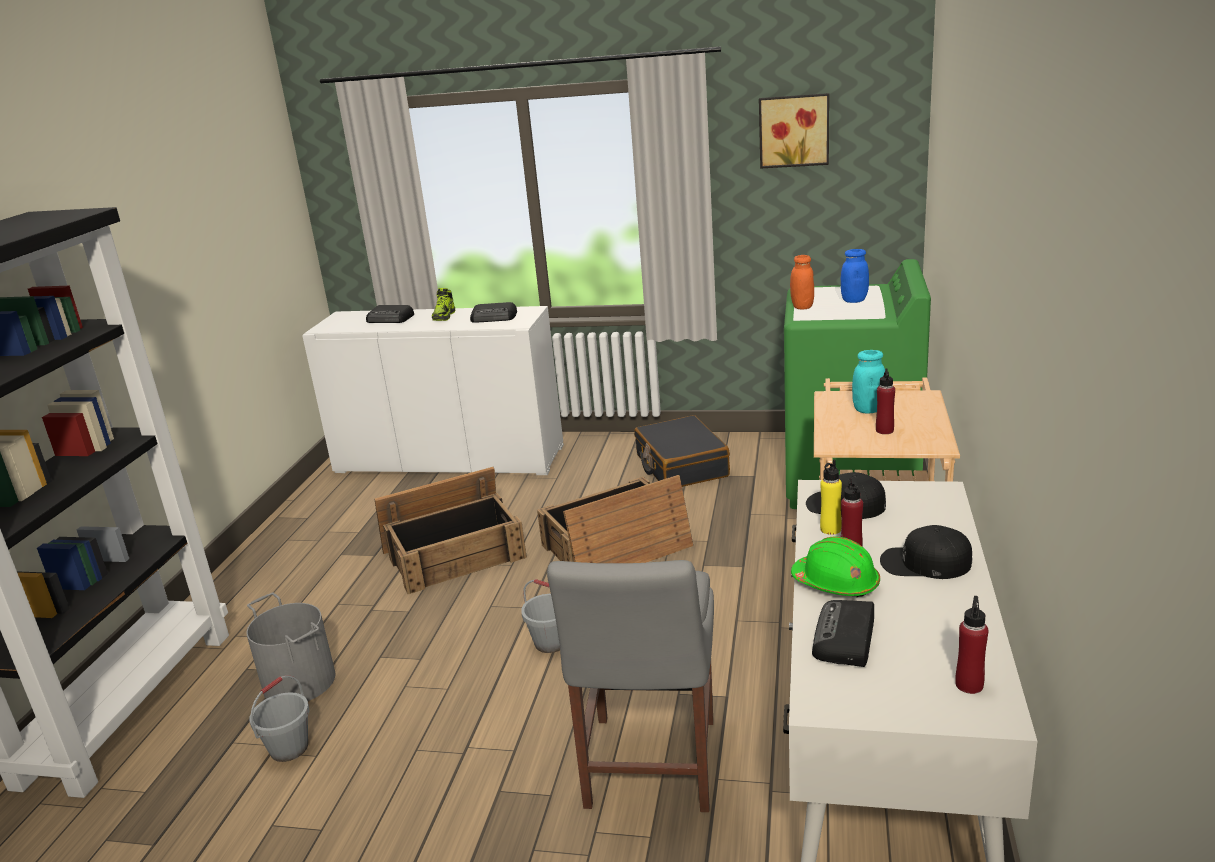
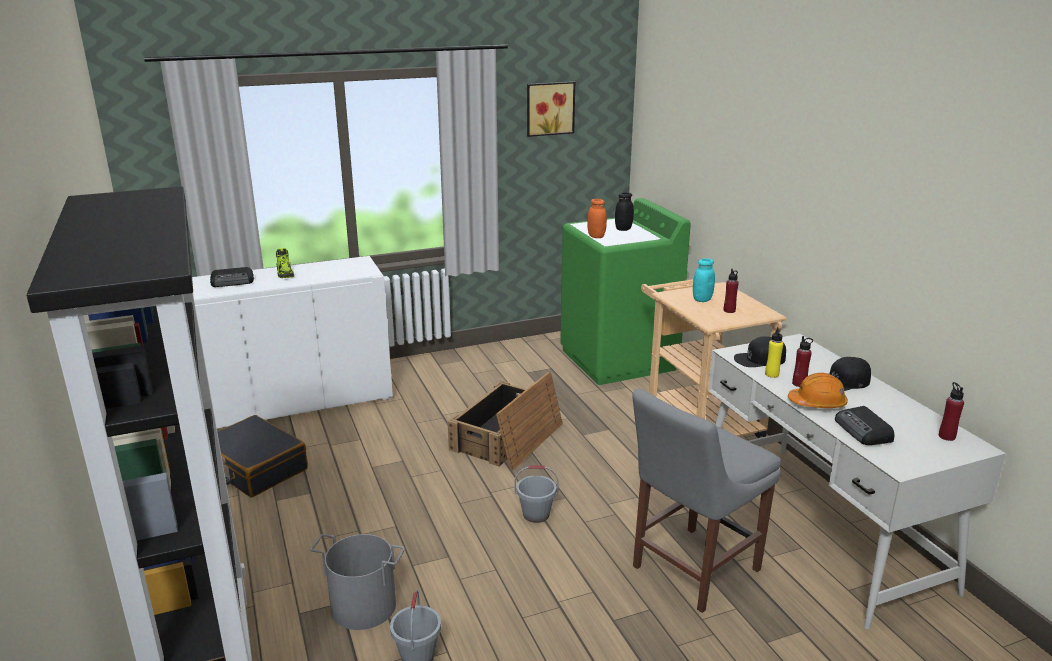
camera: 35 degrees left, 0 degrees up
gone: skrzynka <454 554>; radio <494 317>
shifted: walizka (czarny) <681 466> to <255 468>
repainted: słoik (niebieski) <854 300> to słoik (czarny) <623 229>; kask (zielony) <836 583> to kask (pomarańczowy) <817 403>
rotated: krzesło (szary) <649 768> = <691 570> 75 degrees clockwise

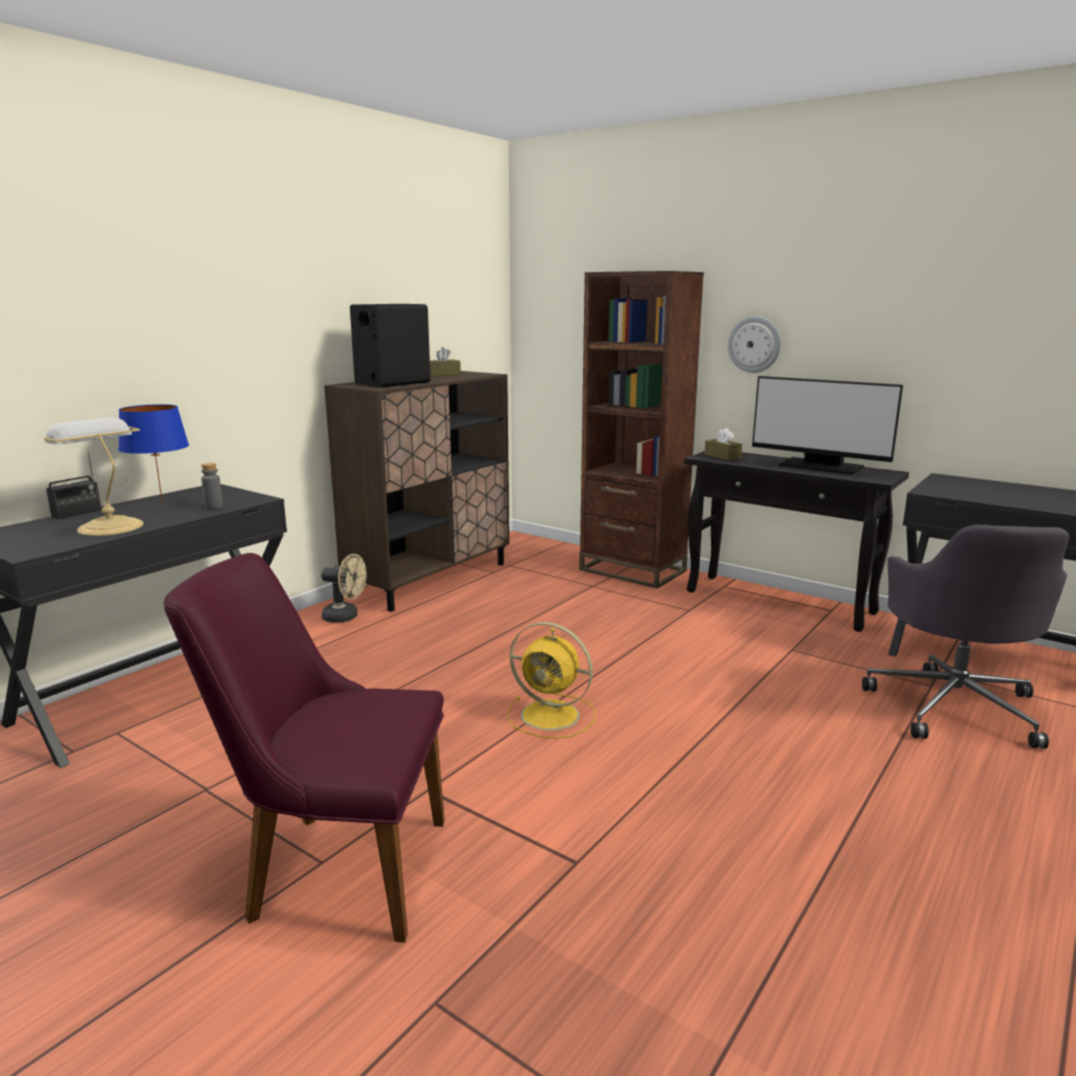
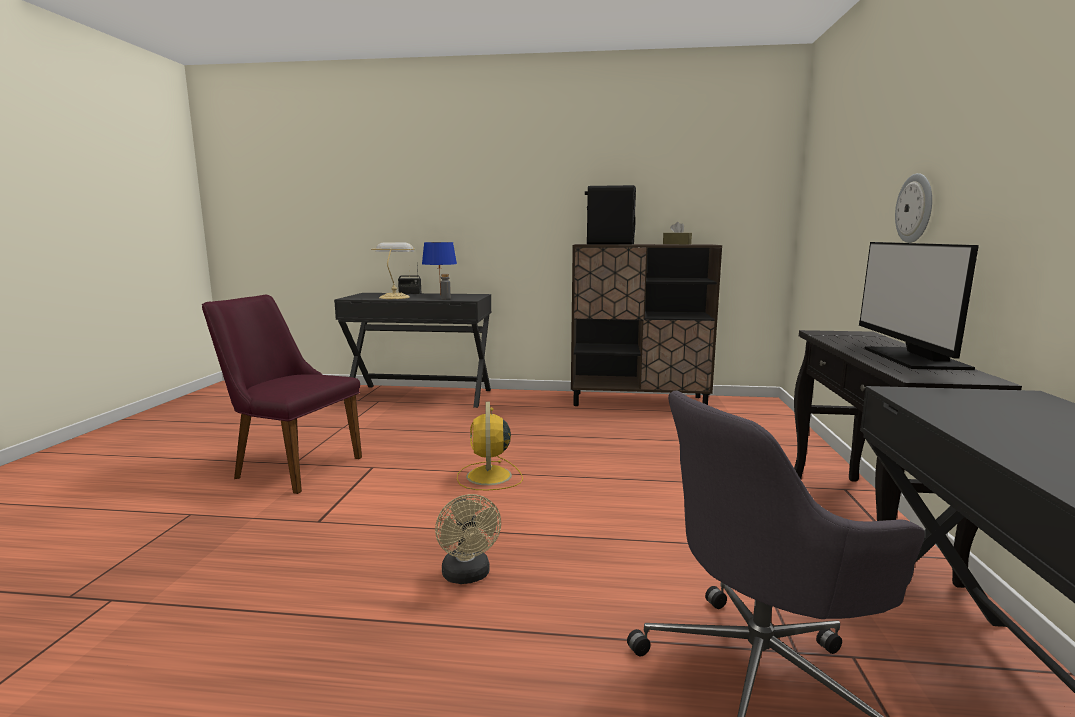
camera: 60 degrees right, 5 degrees down
gone: regał (brązowy) <632 570>; pudełko chusteczek (brązowy) <722 456>
shifted: wentylator (beżowy) <346 617> to <467 576>
rotated: krzesło (fioletowy) <331 868> = <289 466> 45 degrees counterclockwise

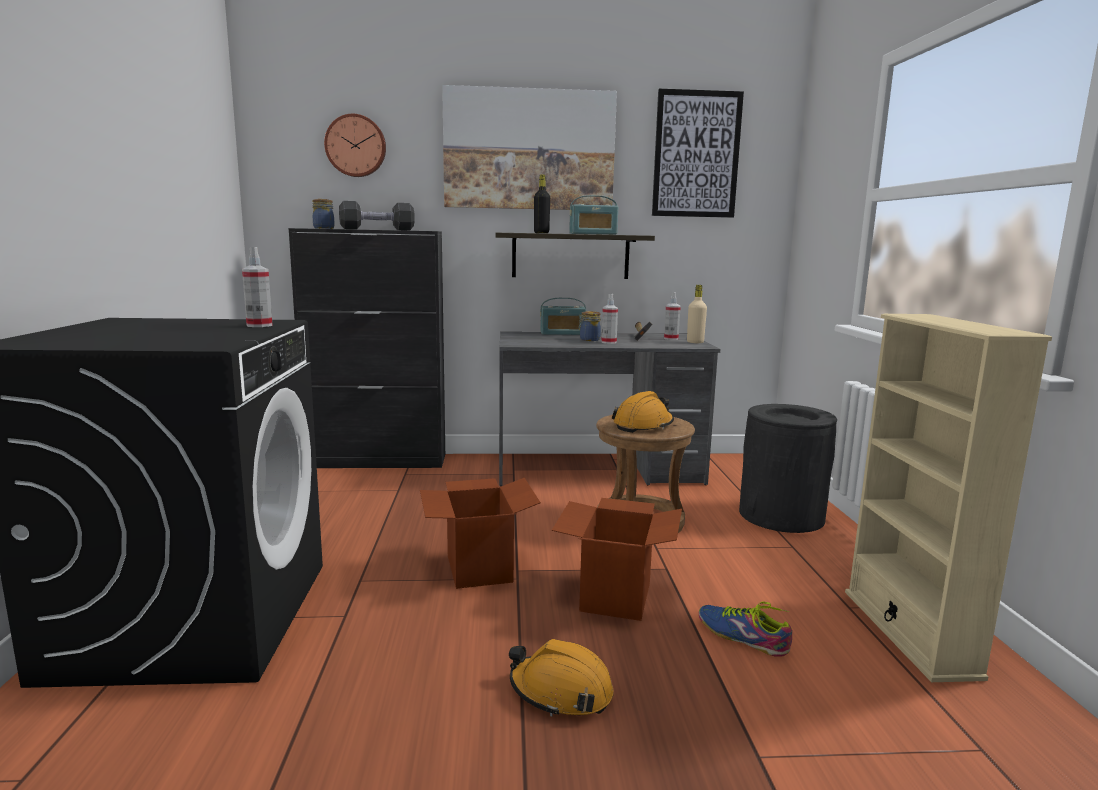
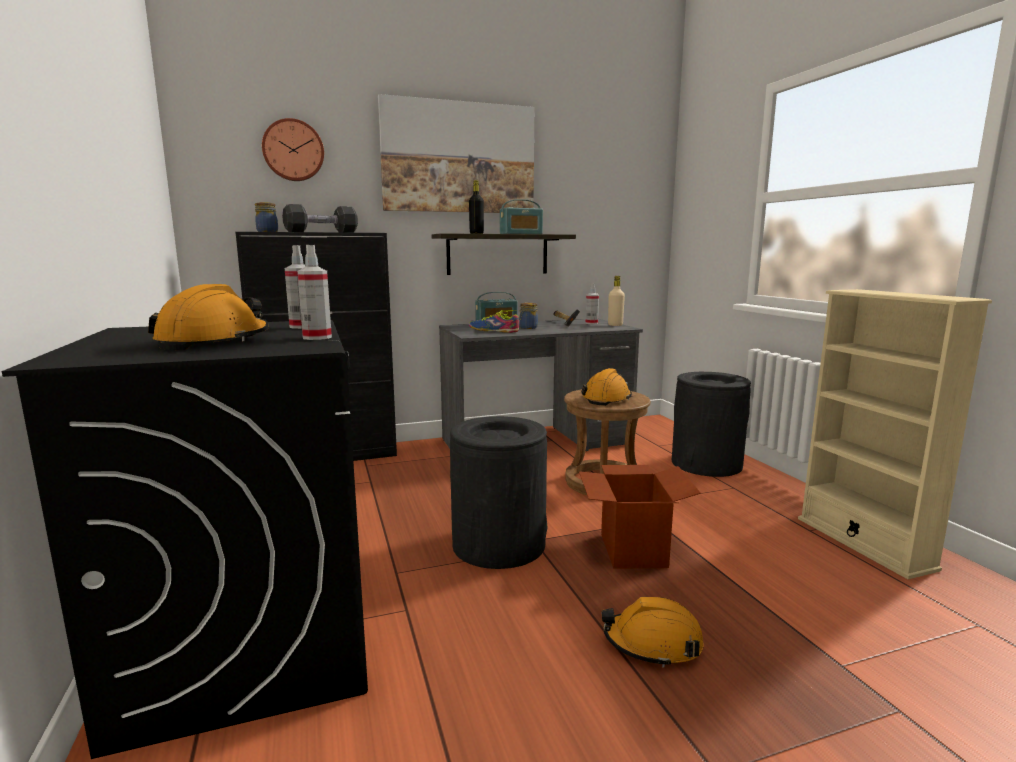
camera: 15 degrees left, 0 degrees up
gone: obraz <696 154>
new: kask (pomarańczowy) <215 341>
shifted: spryskiwacz <609 342> to <317 337>; but <742 637> to <493 330>
swapped: karton <478 568> to kosz na śmieci (czarny) <499 544>

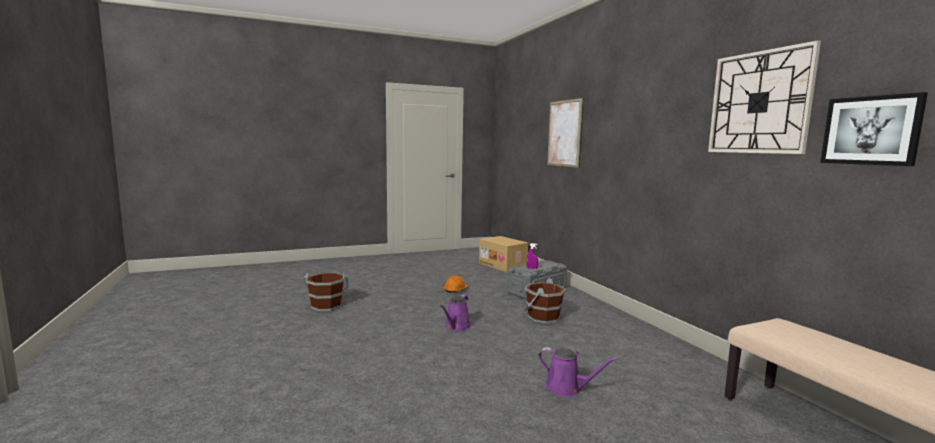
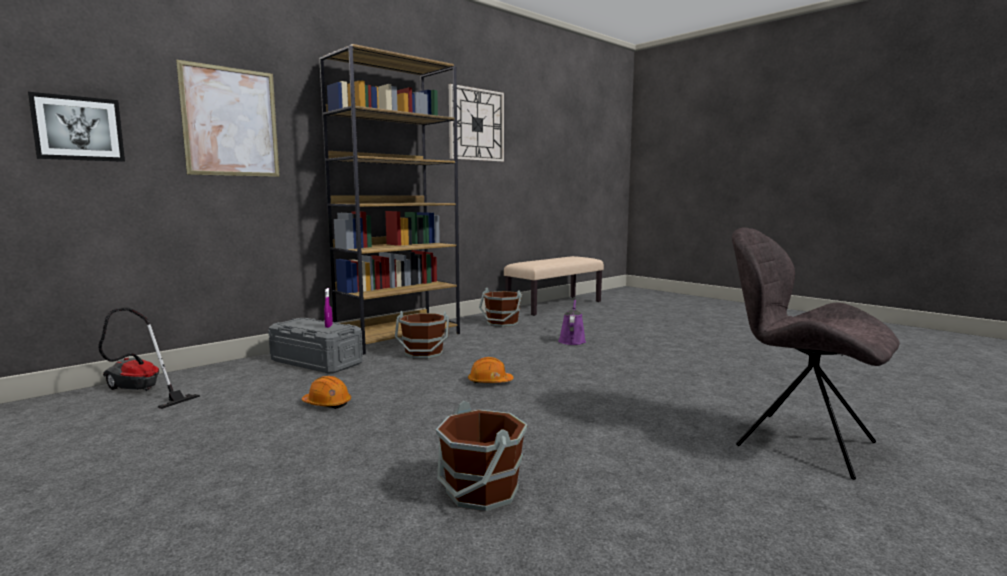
camera: 110 degrees left, 0 degrees up
new: regał (brązowy) <399 337>; wiadro (brązowy) <502 323>; krzesło (szary) <799 442>
shifted: obraz <871 130> to <78 128>
swapped: karton <503 265> to odkurzacz <140 392>; konewka (fioletowy) <456 327> to kask (pomarańczowy) <489 382>

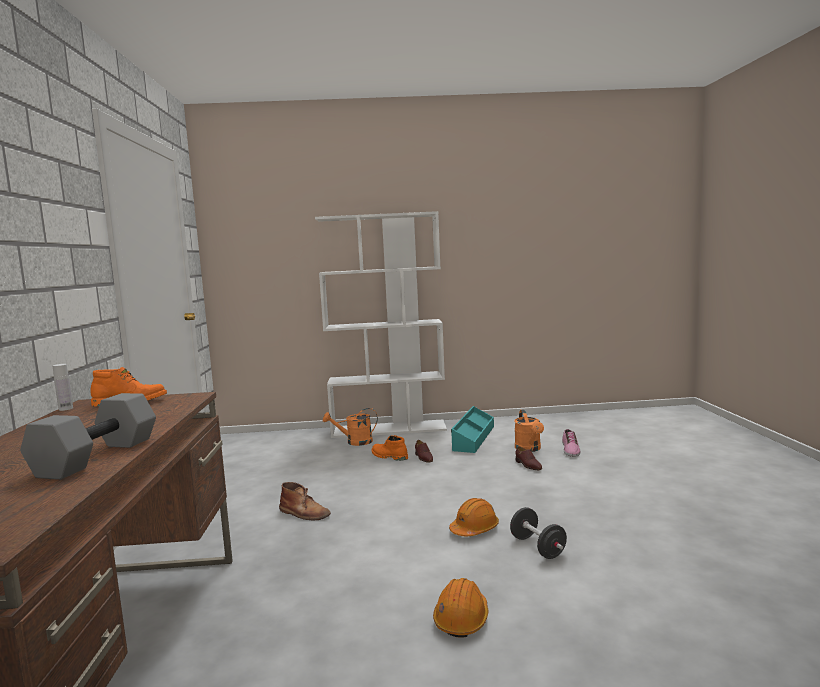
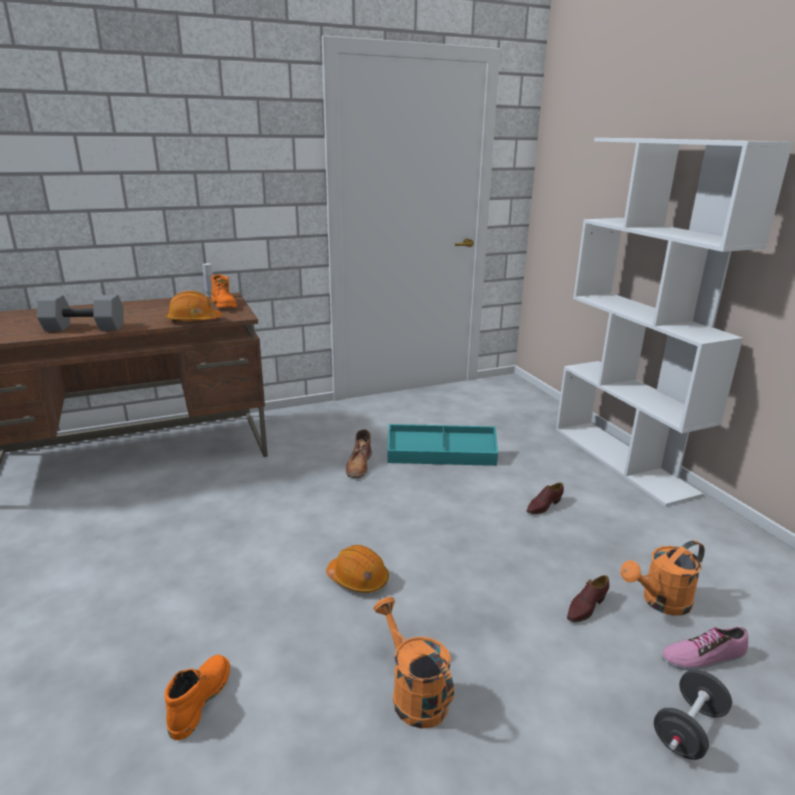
camera: 70 degrees right, 15 degrees up
shifted: but z cholewką (pomarańczowy) <389 456> to <199 699>; kask (pomarańczowy) <461 619> to <194 320>; konewka (pomarańczowy) <354 442> to <413 693>; pojemnik do przechowywania (turkusowy) <473 438> to <441 456>; hantel (czarny) <537 547> to <688 730>

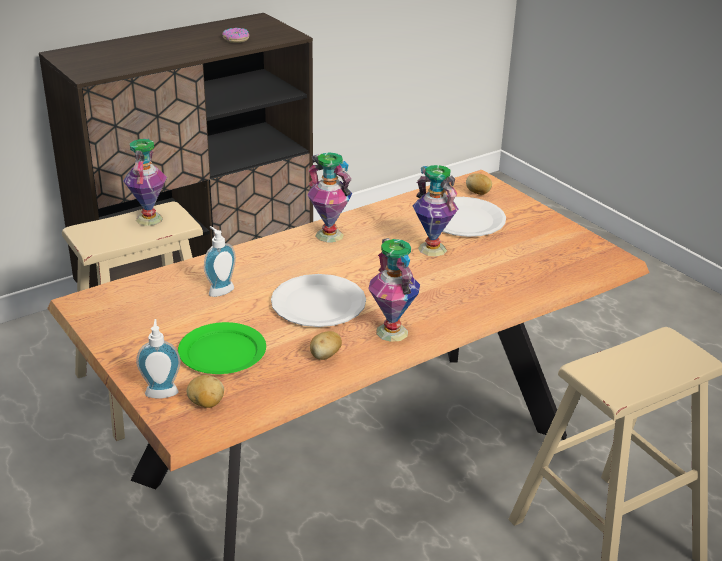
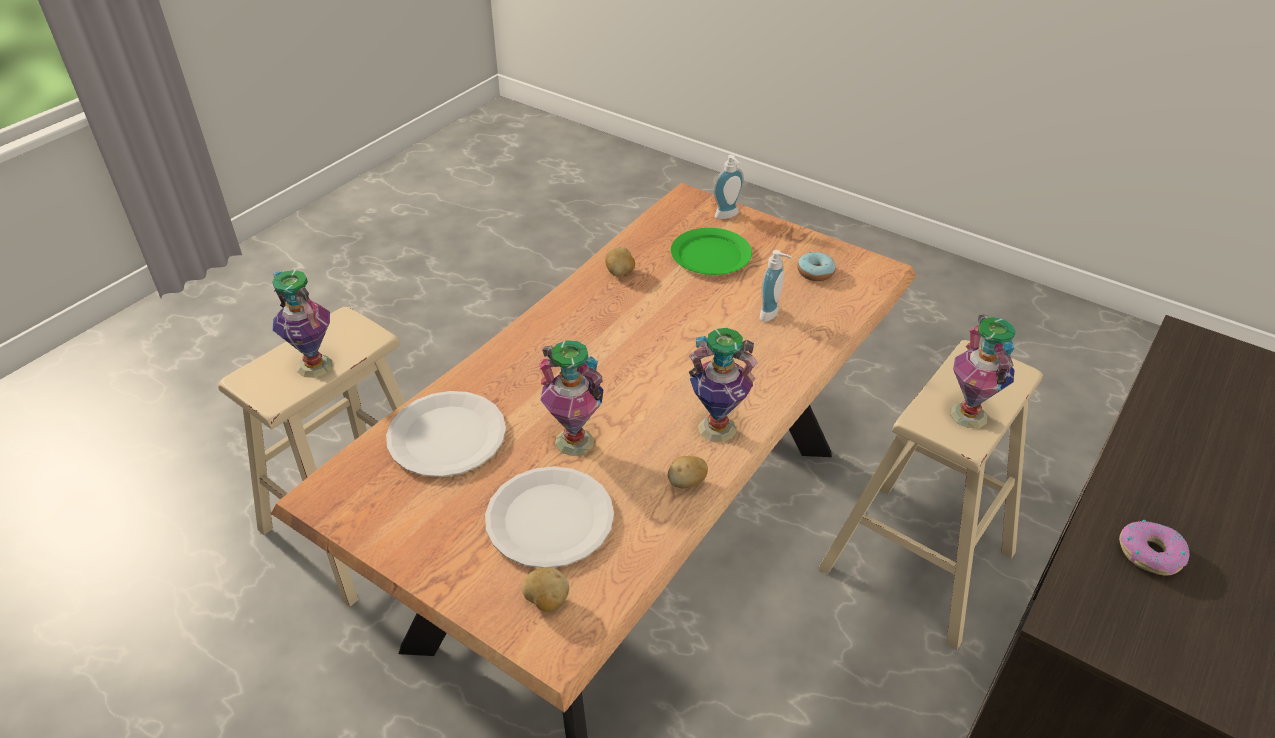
camera: 160 degrees right, 10 degrees up
new: donut <815 272>
shifted: wazon <393 332> to <313 366>; talerz (biały) <318 303> to <447 436>; ziemniak <206 403> to <686 483>

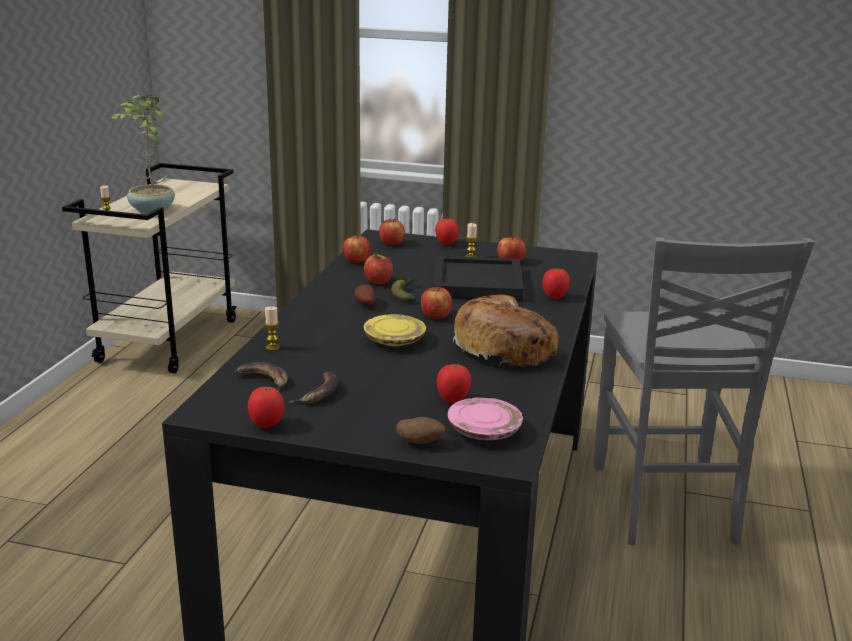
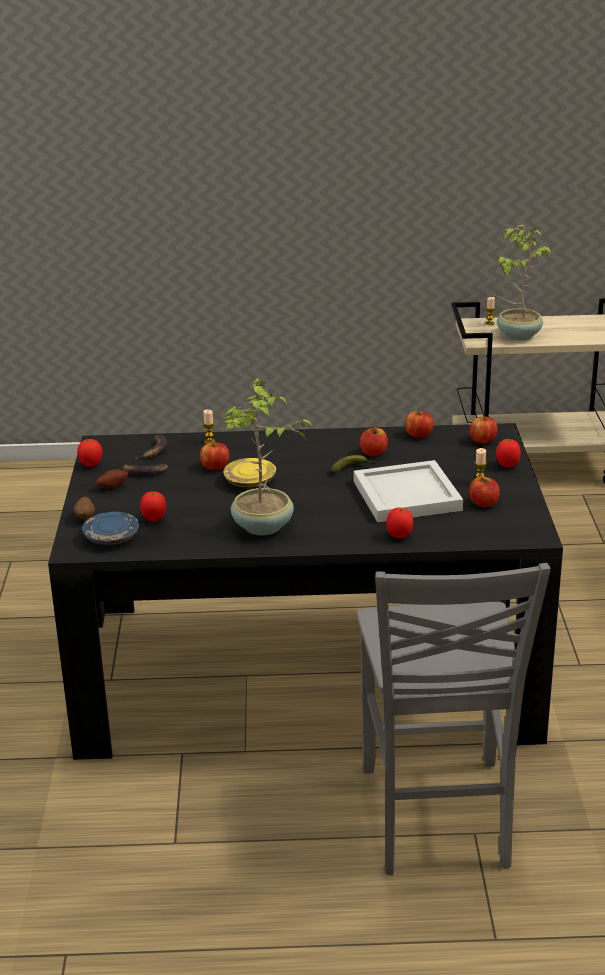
camera: 75 degrees right, 5 degrees up
shifted: ziemniak <364 304> to <112 486>; jabłko <436 316> to <215 467>
swapped: chleb <506 348> to roślina doniczkowa <263 527>
repainted: talerz (różowy) <484 430> to talerz (niebieski) <112 537>; taca (czarny) <478 284> to taca (biały) <406 496>
rotated: krzesło (szary) <665 505> = <436 818> 75 degrees counterclockwise

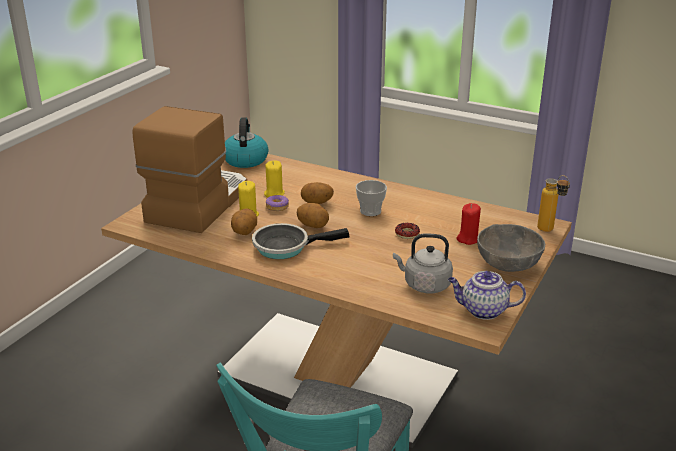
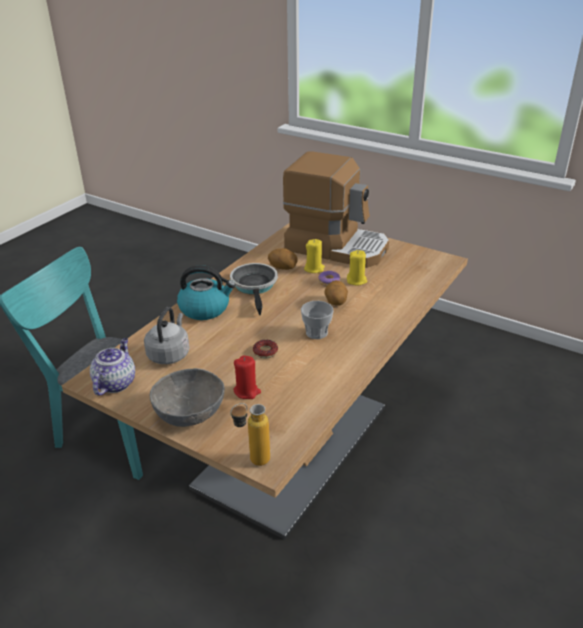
camera: 95 degrees right, 5 degrees up
gone: ziemniak <313 226>
shifted: czajnik <245 159> to <205 308>

